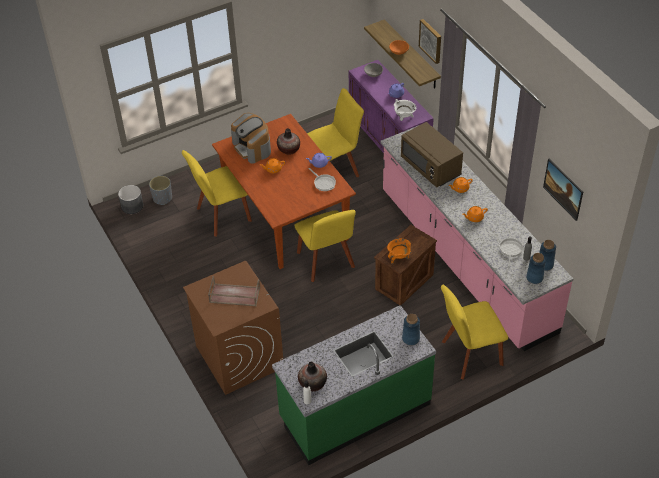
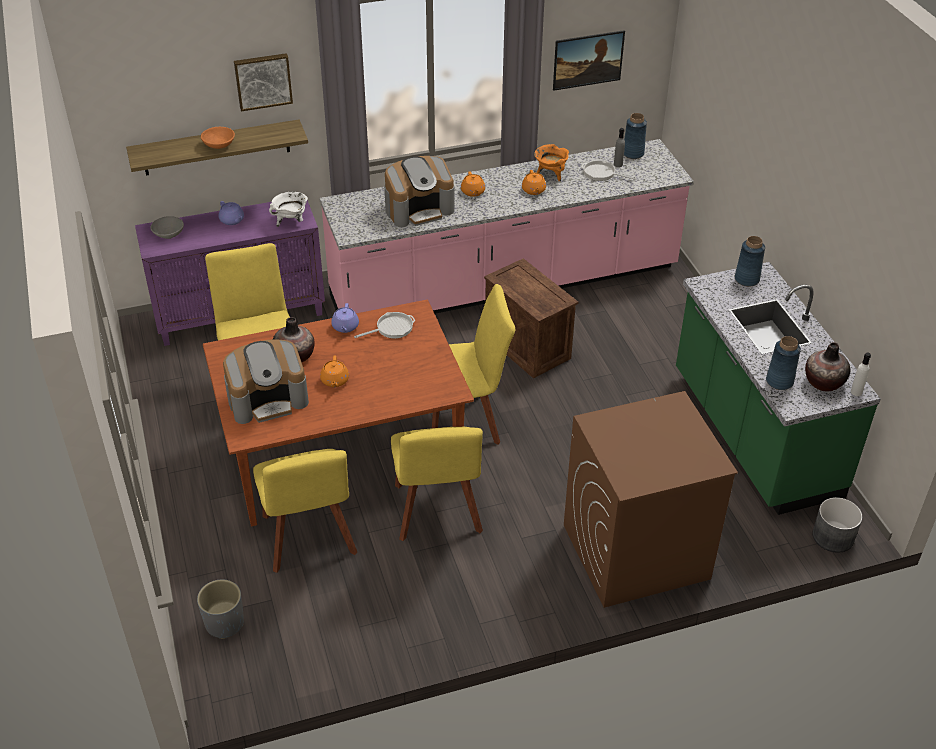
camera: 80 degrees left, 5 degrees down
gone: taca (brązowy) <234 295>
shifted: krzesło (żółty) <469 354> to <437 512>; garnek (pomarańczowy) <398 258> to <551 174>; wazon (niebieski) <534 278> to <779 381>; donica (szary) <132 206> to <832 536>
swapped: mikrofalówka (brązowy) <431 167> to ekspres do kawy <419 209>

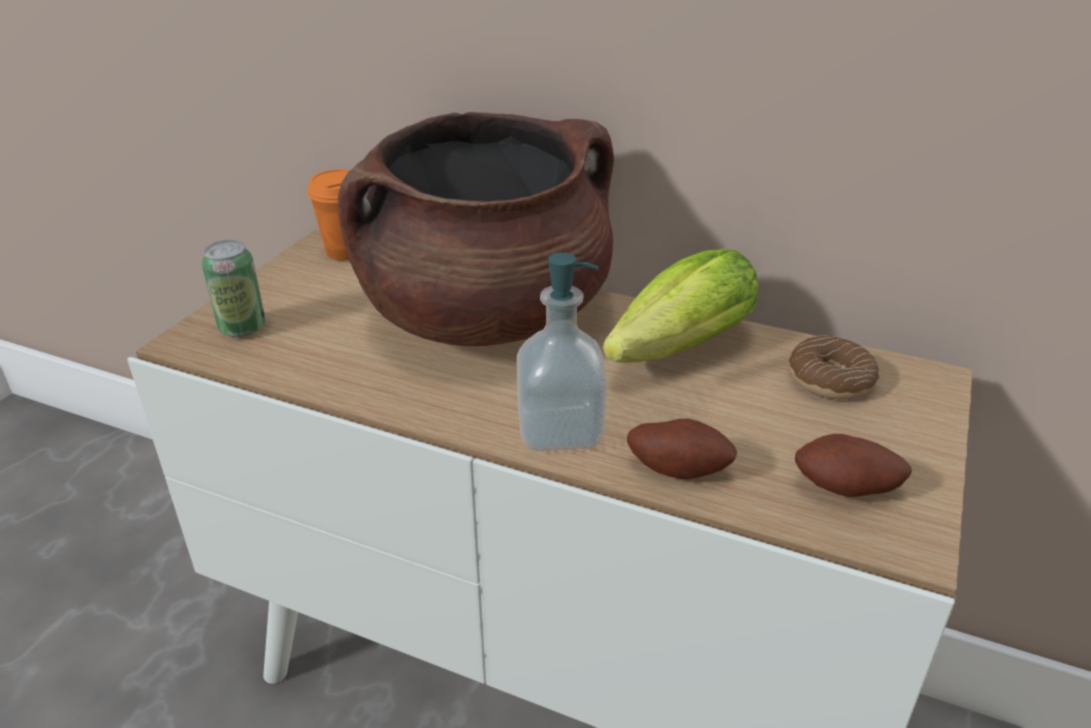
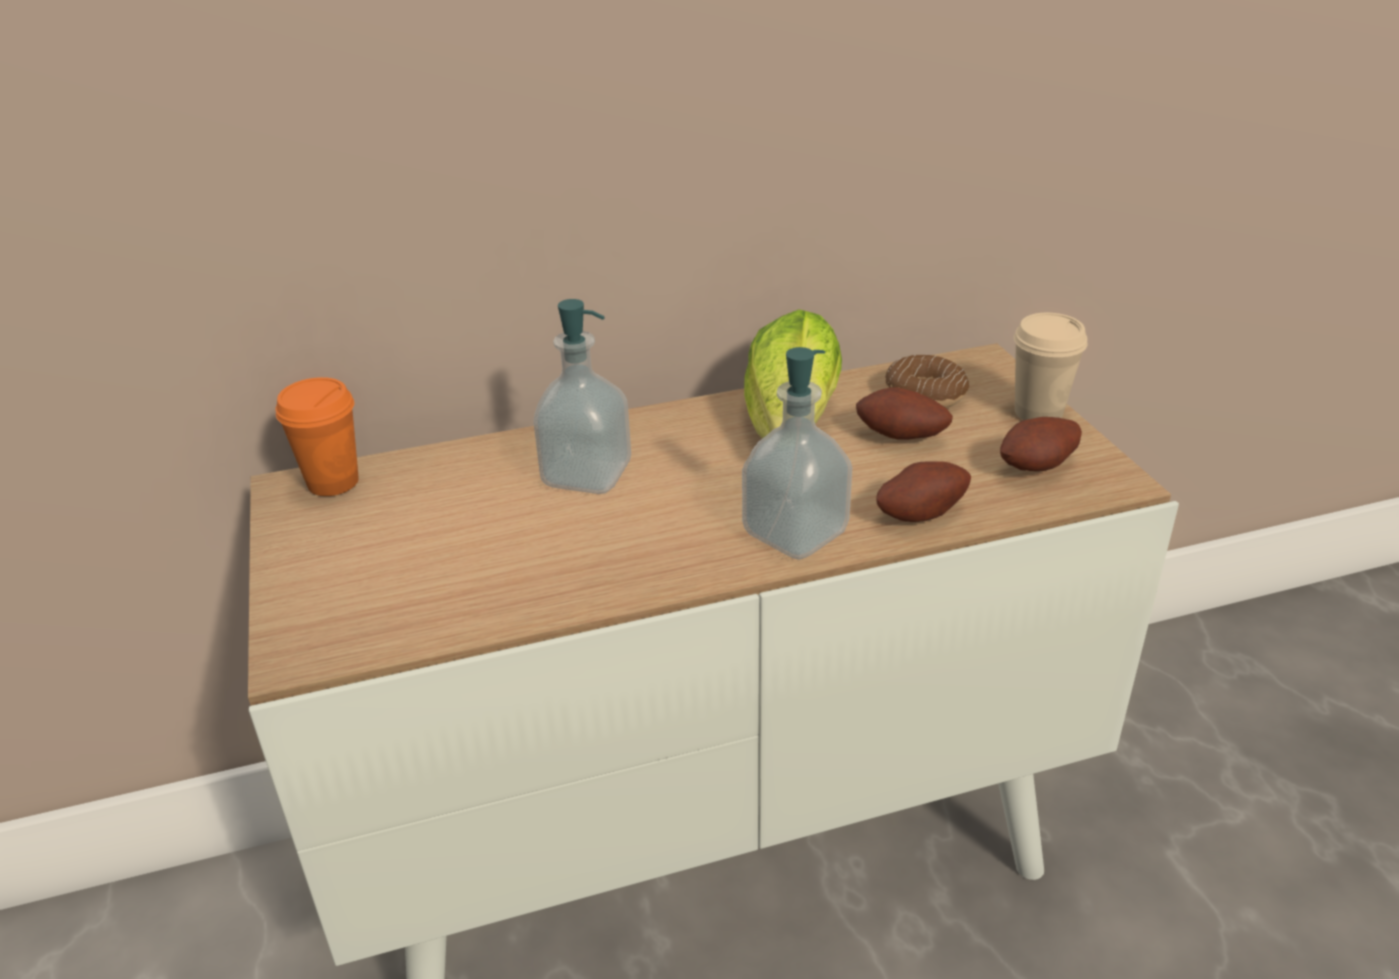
camera: 40 degrees left, 0 degrees up
gone: puszka <242 328>
new: ziemniak <900 438>; filiżanka (beżowy) <1038 413>
swapped: garnek (brązowy) <486 316> to dozownik mydła <587 475>

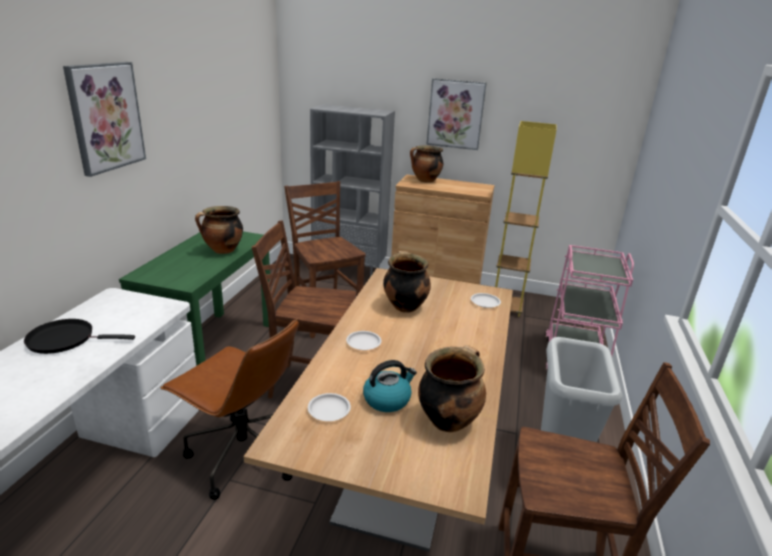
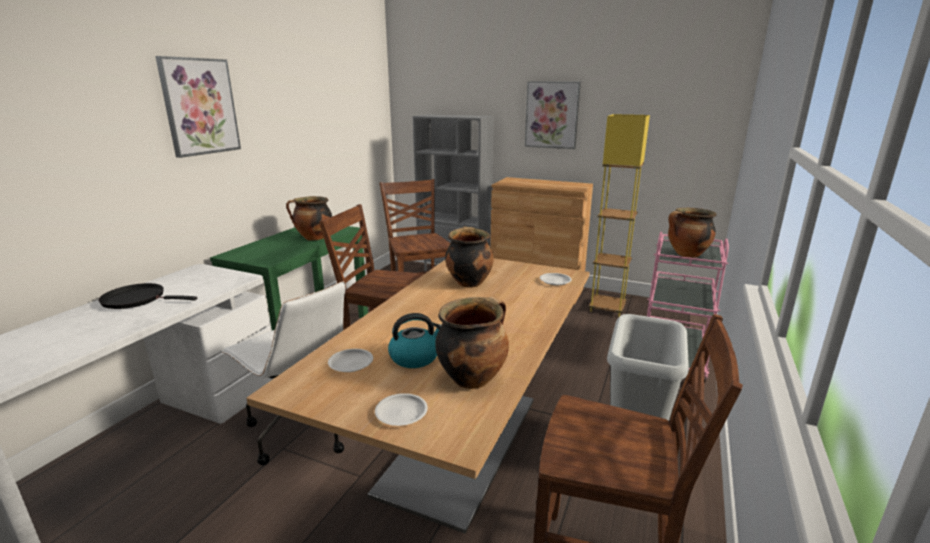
camera: 10 degrees right, 5 degrees down
shifted: talerz (biały) <363 342> to <401 412>; garnek <425 181> to <686 255>
repainted: krzesło biurowe (brązowy) <242 455> to krzesło biurowe (biały) <302 427>

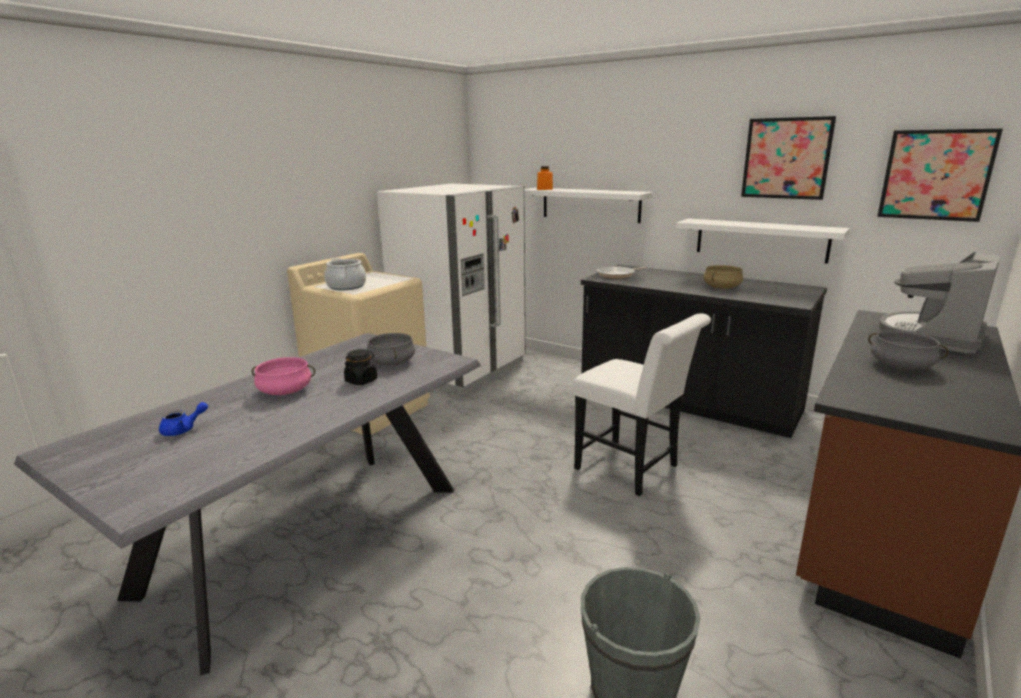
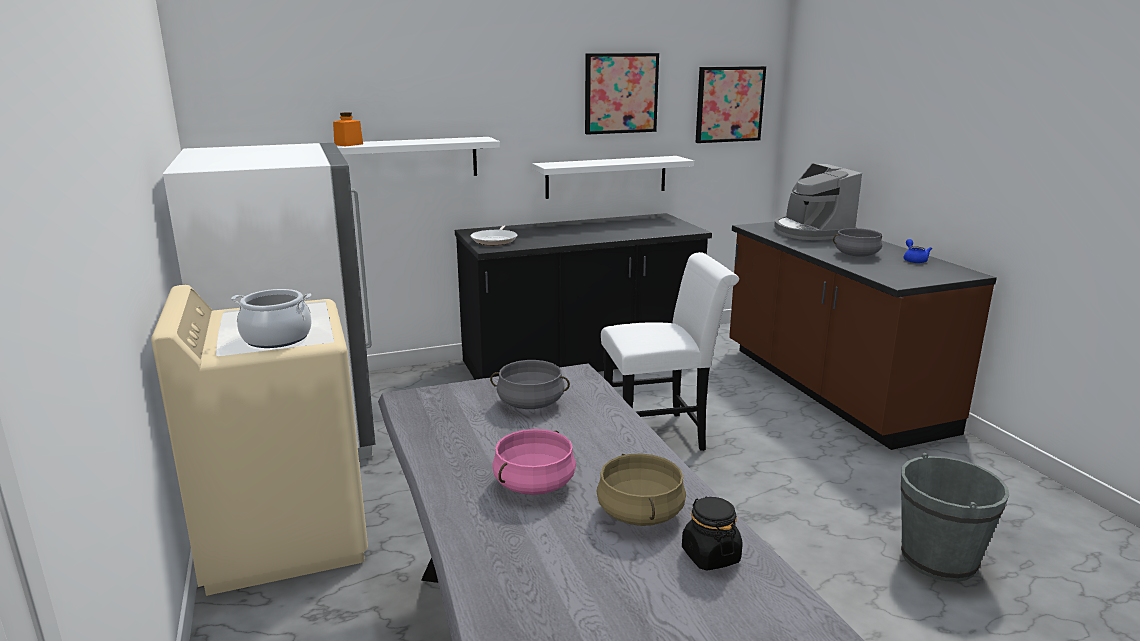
camera: 55 degrees left, 0 degrees up
shifted: garnek (beżowy) <721 287> to <639 513>; słoik (czarny) <361 381> to <710 555>; imbryk (niebieski) <183 430> to <914 260>

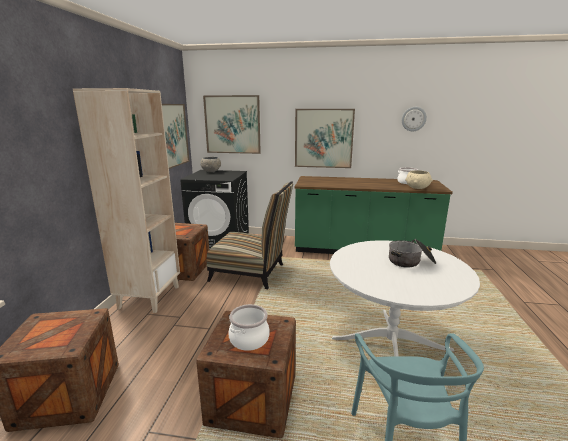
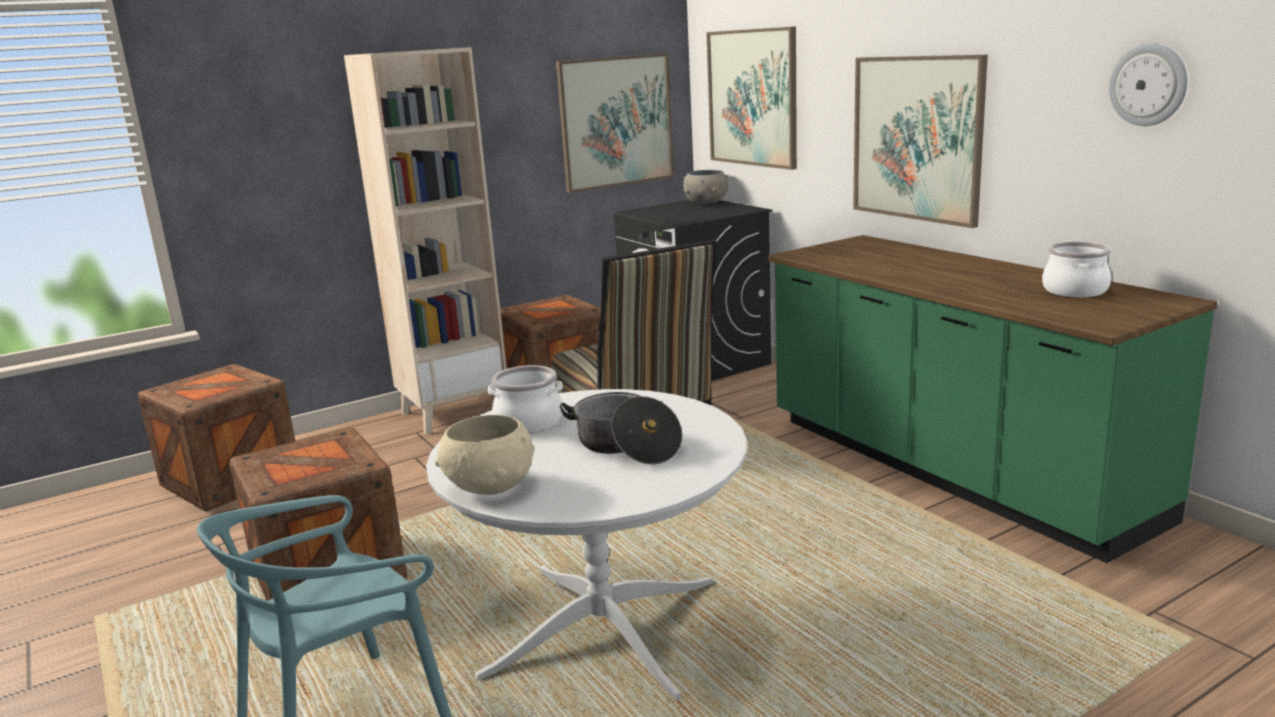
camera: 50 degrees right, 0 degrees up
shifted: miska (beżowy) <417 188> to <490 486>; garnek <249 339> to <528 422>

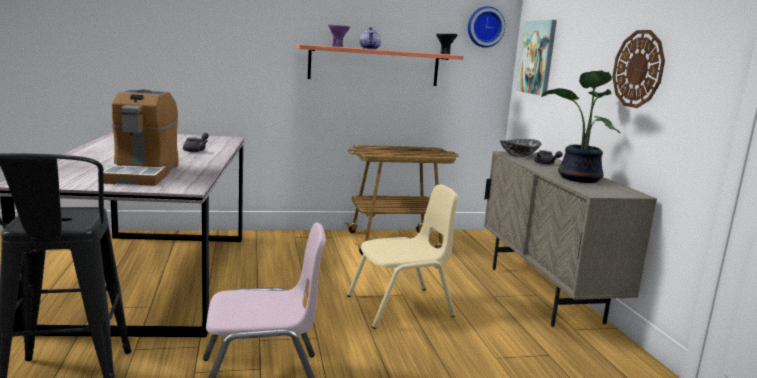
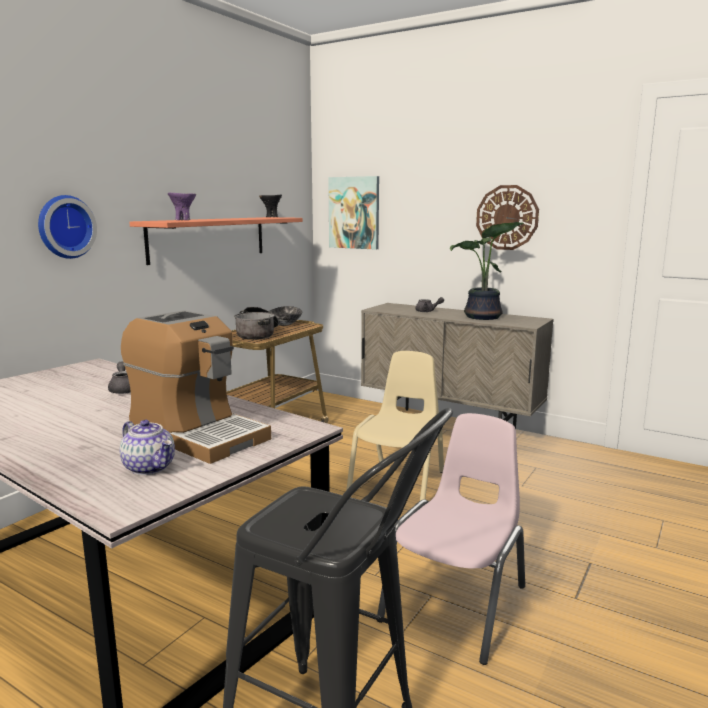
camera: 45 degrees left, 0 degrees up
new: garnek <257 334>
shifted: zegar ścienny <485 27> to <64 227>; imbryk <370 49> to <150 467>; miska <519 155> to <284 324>

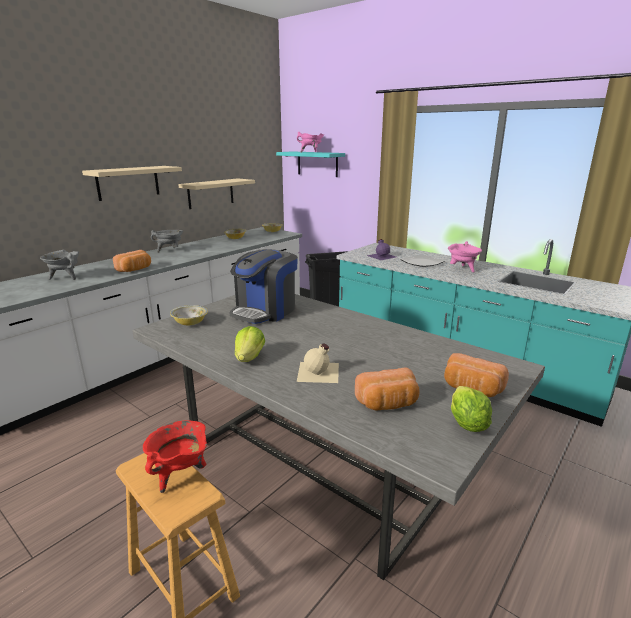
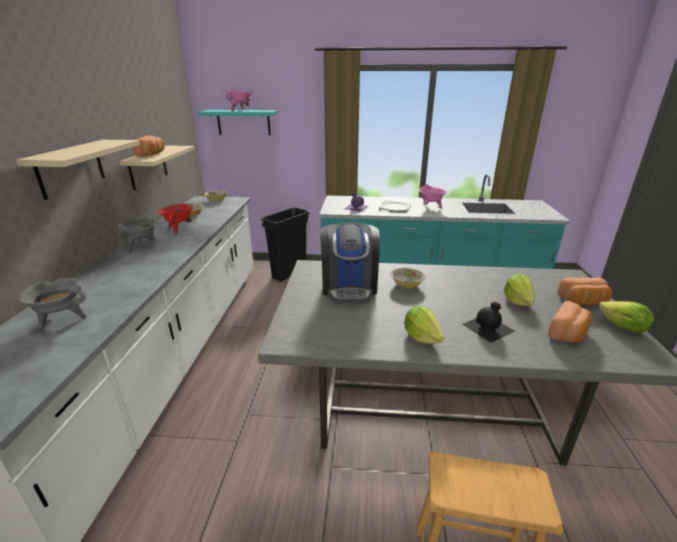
camera: 35 degrees left, 5 degrees up
new: sałata <517 301>
shifted: chleb <135 269> to <152 154>; garnek (czerwony) <181 474> to <179 229>; miska <190 323> to <406 285>
repainted: butelka (beżowy) <319 372> to butelka (czarny) <489 327>

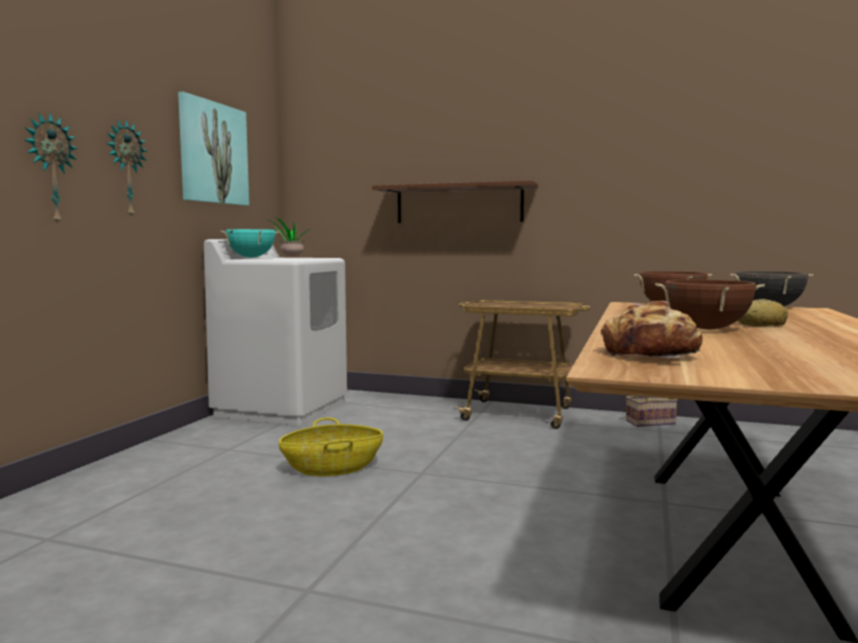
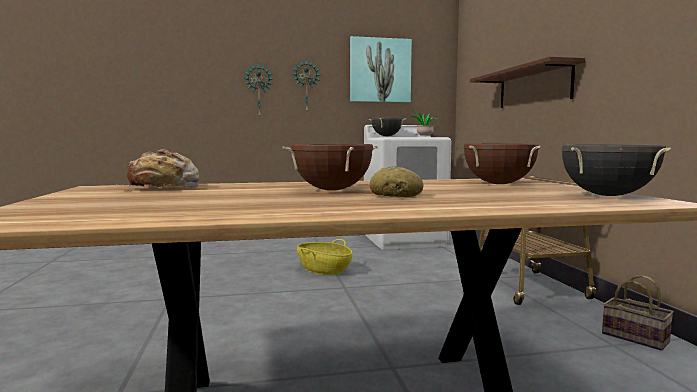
camera: 60 degrees right, 0 degrees up
repainted: garnek (turkusowy) <251 257> to garnek (czarny) <387 136>

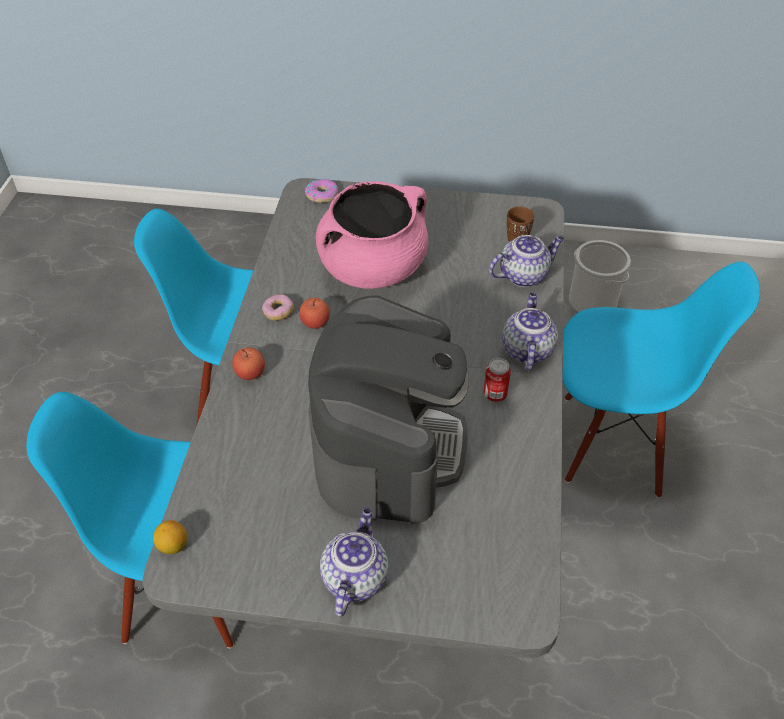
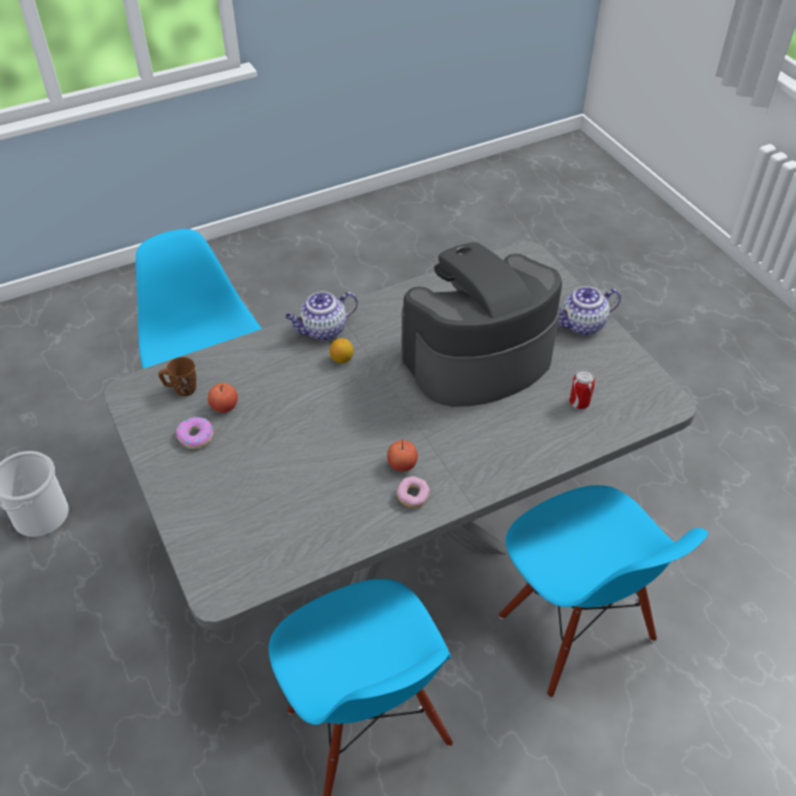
camera: 125 degrees left, 0 degrees up
gone: garnek (różowy) <373 268>; imbryk <524 275>
shifted: donut <322 195> to <195 436>; jabłko <250 373> to <224 406>; cytryna <173 546> to <342 359>; puszka <495 394> to <579 403>

